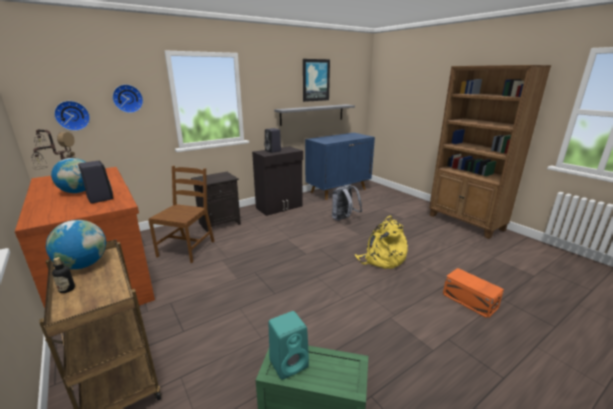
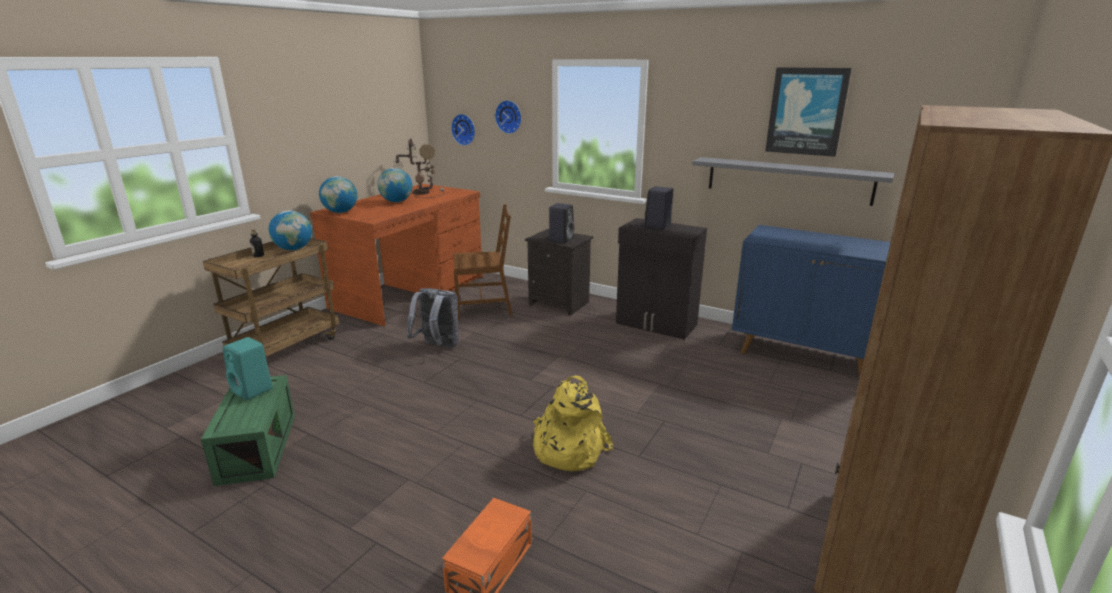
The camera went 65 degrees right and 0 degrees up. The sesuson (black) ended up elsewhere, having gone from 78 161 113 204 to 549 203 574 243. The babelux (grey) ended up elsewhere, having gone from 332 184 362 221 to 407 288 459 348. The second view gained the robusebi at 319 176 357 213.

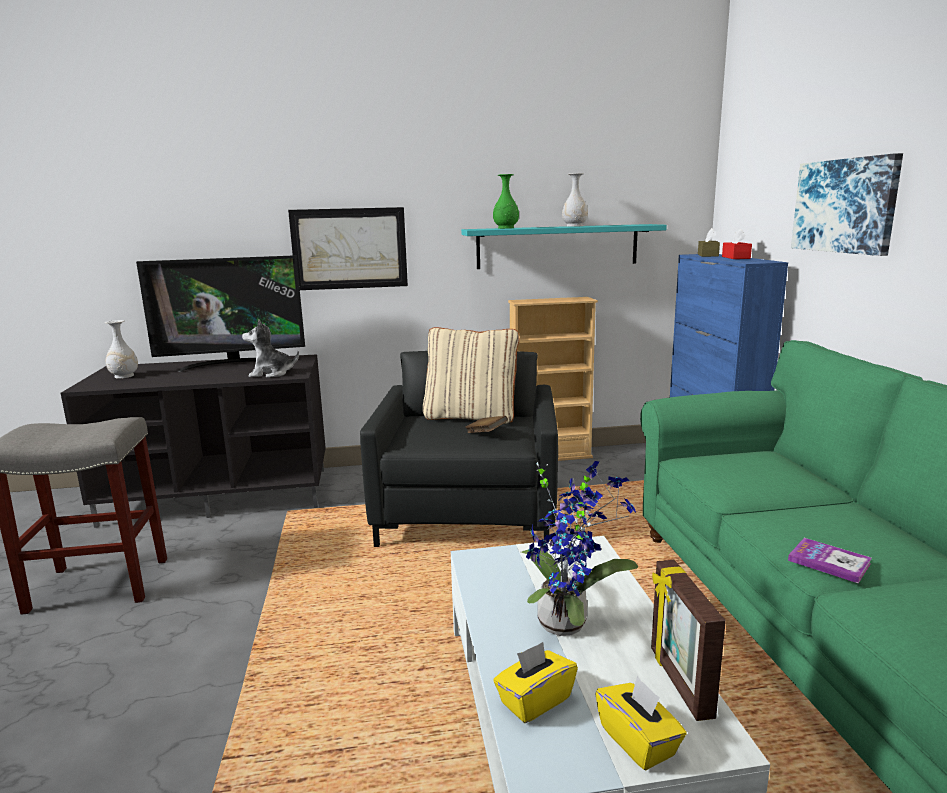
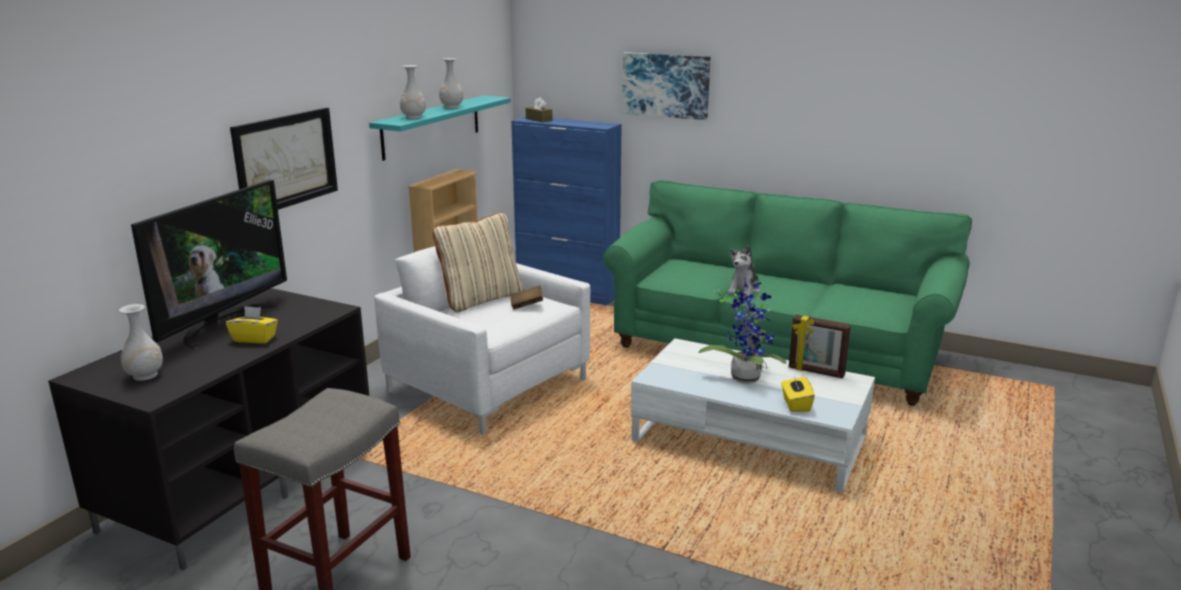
The camera went 55 degrees left and 5 degrees up. The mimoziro ended up elsewhere, having gone from 242 320 299 378 to 728 245 760 297. What was the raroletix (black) at 360 351 558 547 turned into the raroletix (white) at 374 246 590 435. What was the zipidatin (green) at 493 174 519 229 turned into the zipidatin (white) at 400 65 426 119. The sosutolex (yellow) ended up elsewhere, having gone from 595 676 687 770 to 226 306 278 344. The second view lost the sosutolex (red) at 722 229 752 259. The second view lost the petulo at 788 538 872 583.

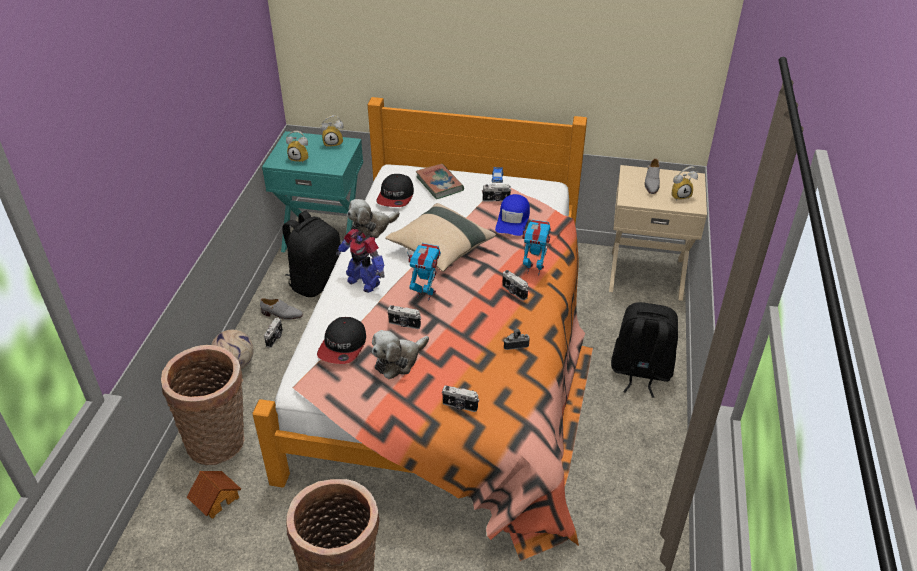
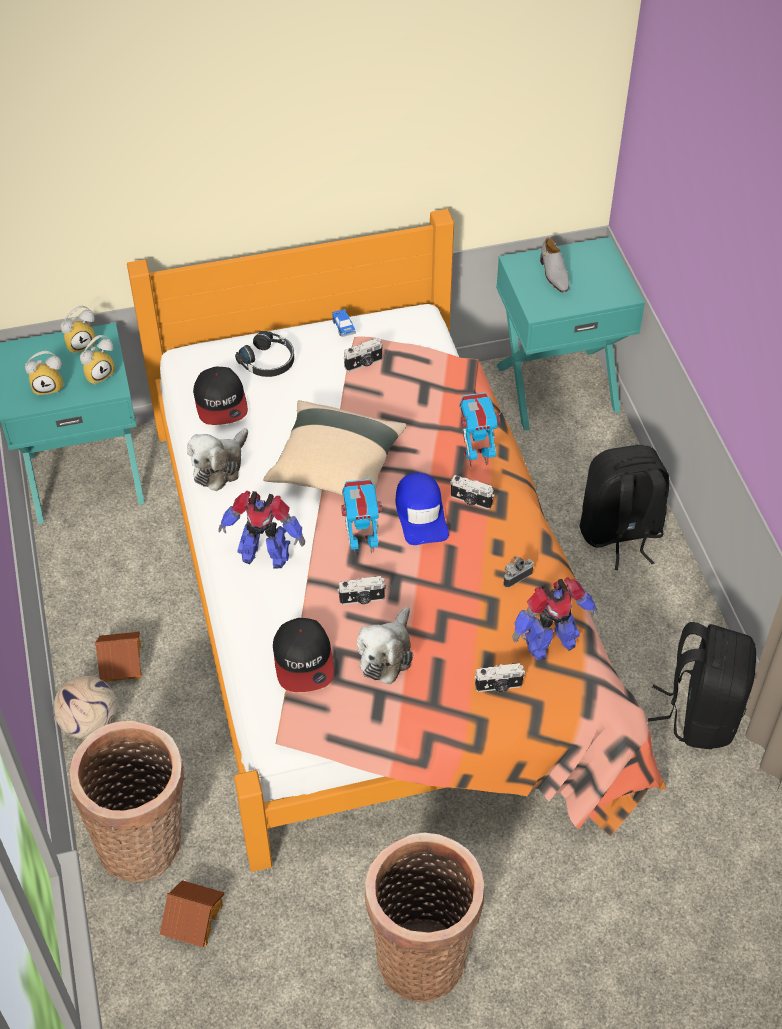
The camera went 25 degrees left and 10 degrees up. The second view lost the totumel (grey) at 260 298 303 320. Where the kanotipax stood at 264 318 283 348, the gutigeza came to stand at 95 631 142 682. The babelux (black) ended up elsewhere, having gone from 282 210 341 297 to 648 622 756 749. Where the petulo stood at 416 164 464 199, the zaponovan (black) came to stand at 235 331 294 377. The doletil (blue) ended up elsewhere, having gone from 495 194 530 236 to 396 473 449 545. What was the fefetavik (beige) at 609 165 707 301 turned into the fefetavik (turquoise) at 496 237 645 431. The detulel ended up elsewhere, having gone from 671 166 698 201 to 80 335 115 385. The second view gained the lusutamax at 512 577 598 660.

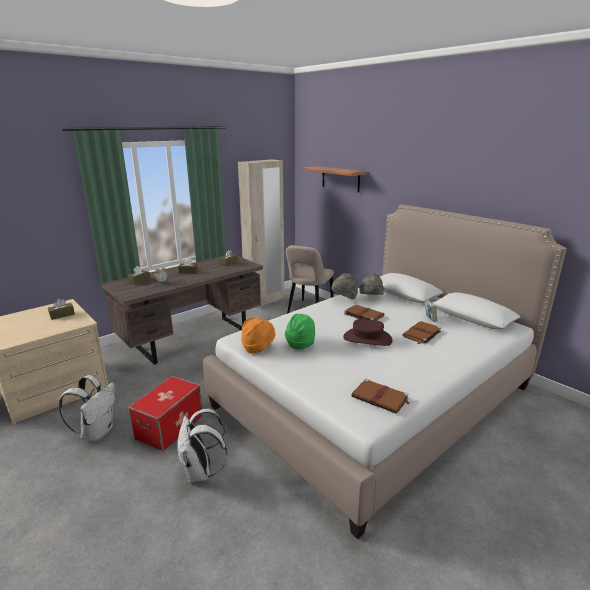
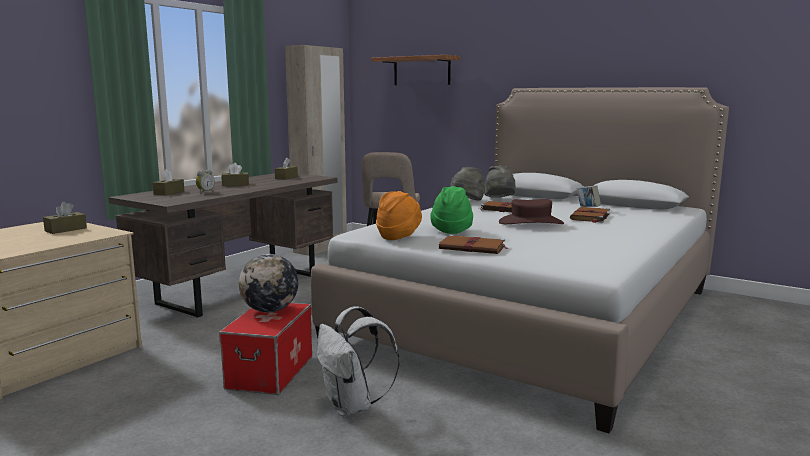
The camera went 15 degrees left and 10 degrees down. The second view lost the babelux (white) at 59 375 115 442. The petulo (brown) ended up elsewhere, having gone from 352 379 410 414 to 439 235 508 254. The second view gained the robusebi at 239 254 298 313.

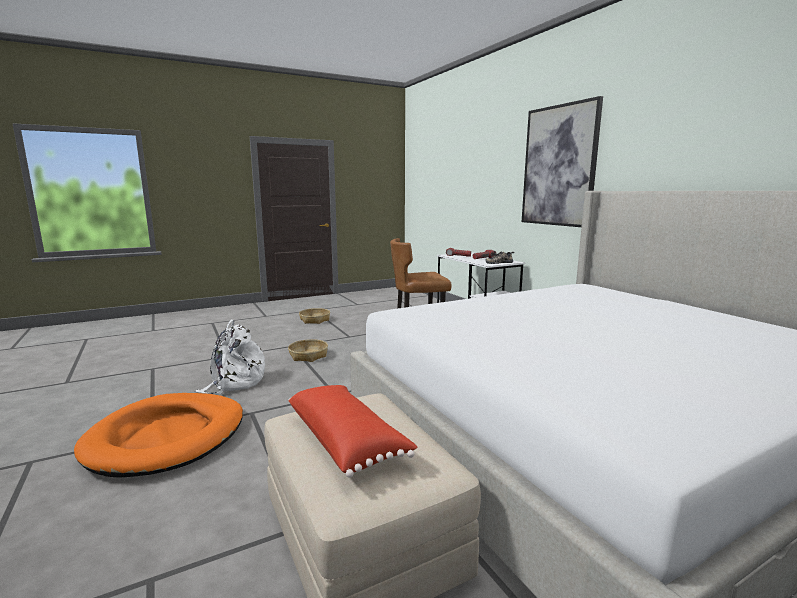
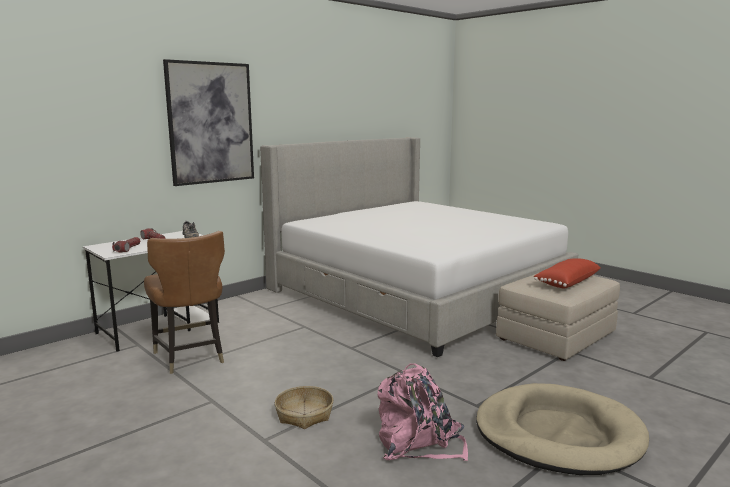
The camera went 105 degrees left and 0 degrees up. What was the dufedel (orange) at 74 393 243 478 turned into the dufedel (beige) at 476 383 649 475. What was the babelux (white) at 195 319 265 395 turned into the babelux (pink) at 378 363 468 461. The second view lost the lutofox at 299 308 330 324.

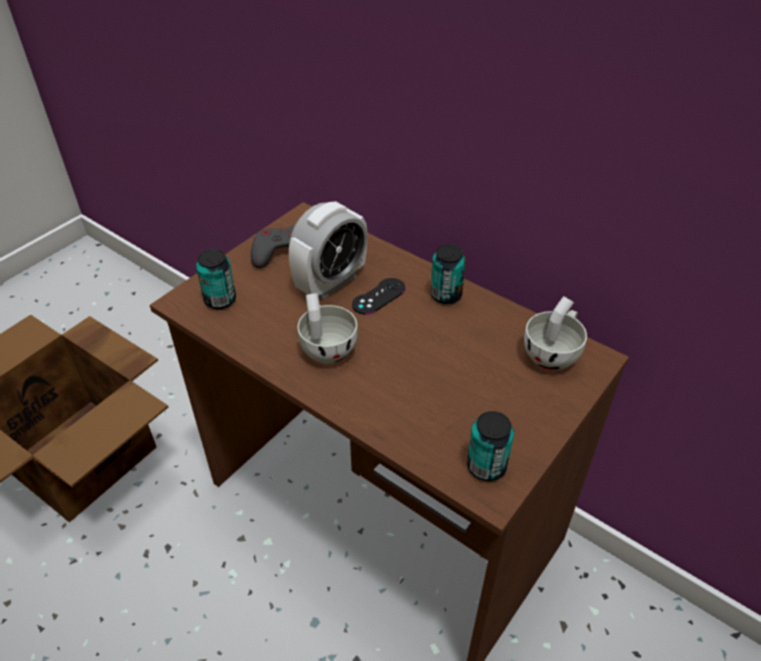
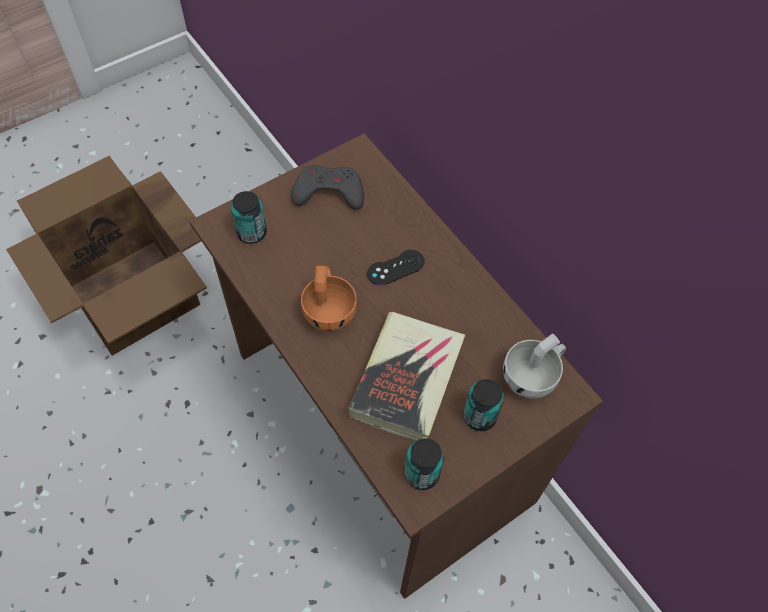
The camera went 15 degrees right and 15 degrees up. The second view lost the detulel at 289 201 367 300. What was the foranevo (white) at 298 293 358 363 turned into the foranevo (orange) at 301 266 357 332. The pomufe ended up elsewhere, having gone from 430 244 466 304 to 463 379 504 431. The second view gained the petulo at 348 312 465 440.

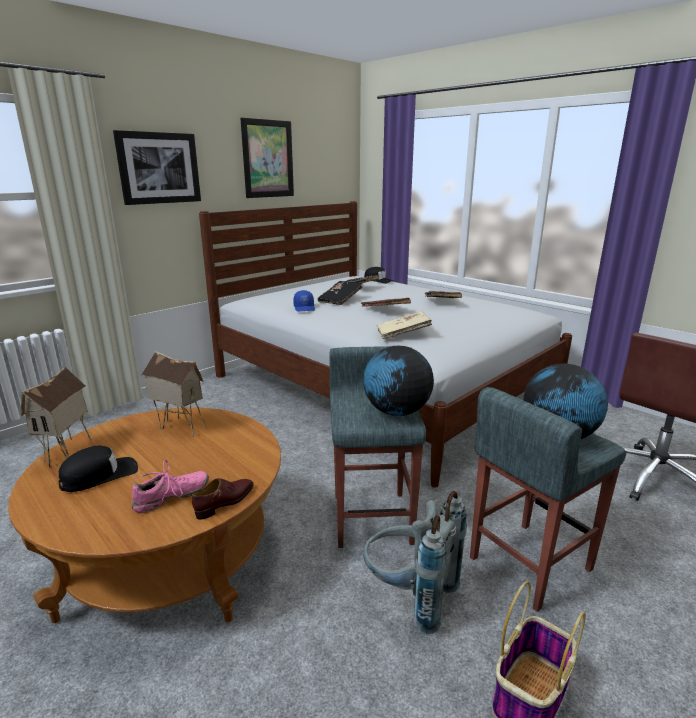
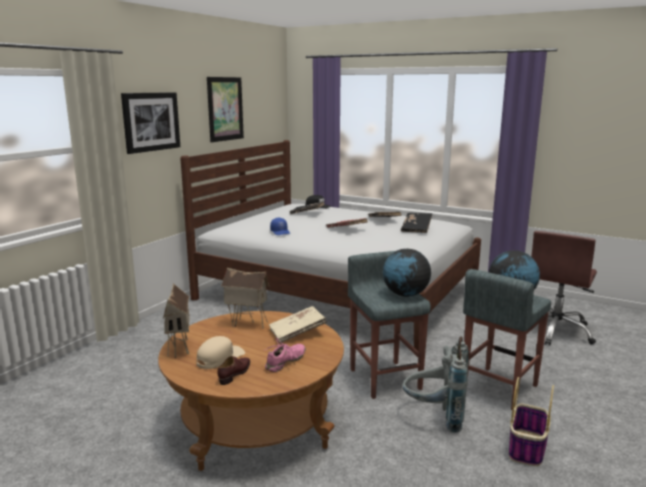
The camera went 15 degrees left and 5 degrees down. What was the doletil (black) at 59 446 138 492 turned into the doletil (beige) at 196 336 245 369. The totumel (brown) ended up elsewhere, having gone from 192 478 254 520 to 217 356 250 385. The petulo (black) ended up elsewhere, having gone from 318 281 363 305 to 401 213 432 233. The petulo (beige) ended up elsewhere, having gone from 377 311 432 339 to 269 306 327 343.

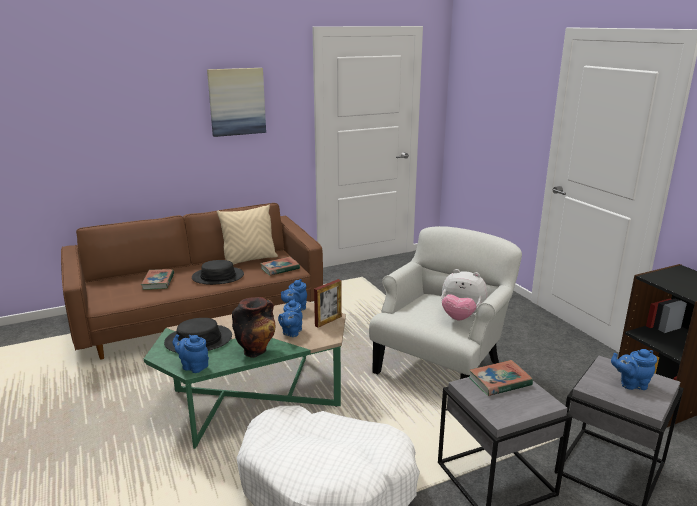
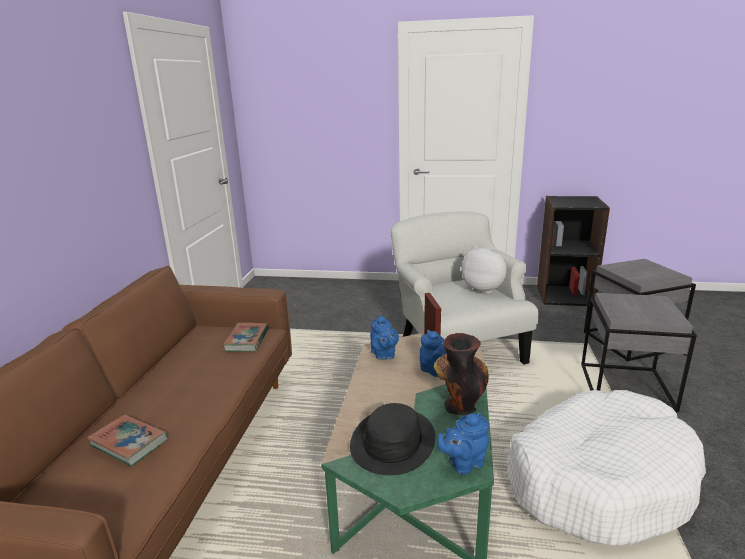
The camera went 55 degrees left and 0 degrees up. The second view lost the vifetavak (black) at 192 260 244 285. The second view lost the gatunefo at 207 68 266 137. The second view lost the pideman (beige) at 217 205 278 265. The mimoziro at 441 269 488 320 ended up facing another way, 120 degrees counterclockwise from before. The second view lost the petulo at 469 360 533 396. The second view lost the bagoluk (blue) at 611 349 657 390.

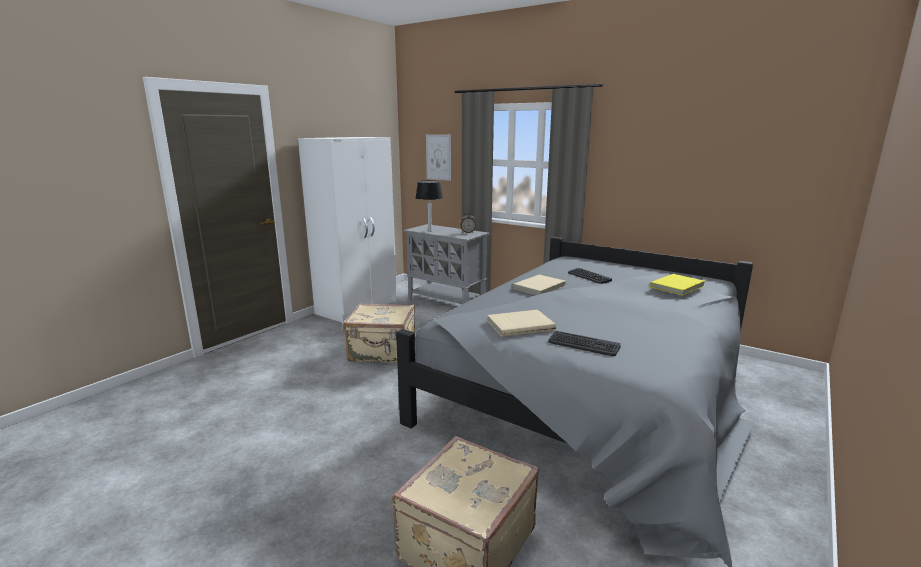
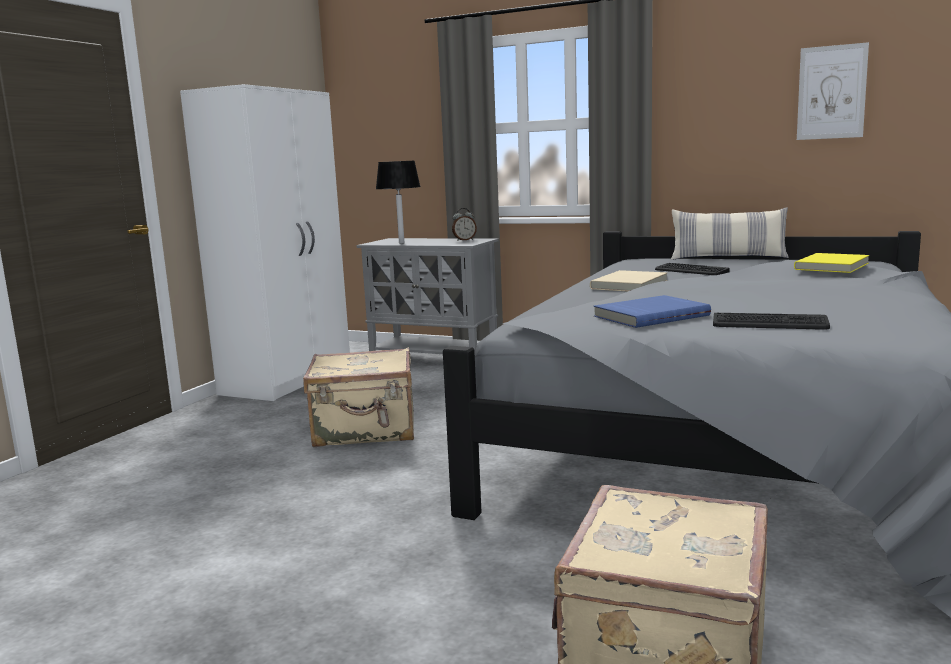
The camera went 10 degrees left and 5 degrees down. The gatunefo ended up elsewhere, having gone from 426 134 451 181 to 797 42 869 140. What was the petulo (beige) at 487 310 556 337 turned into the petulo (blue) at 594 295 711 328. The second view gained the pideman at 671 207 789 260.

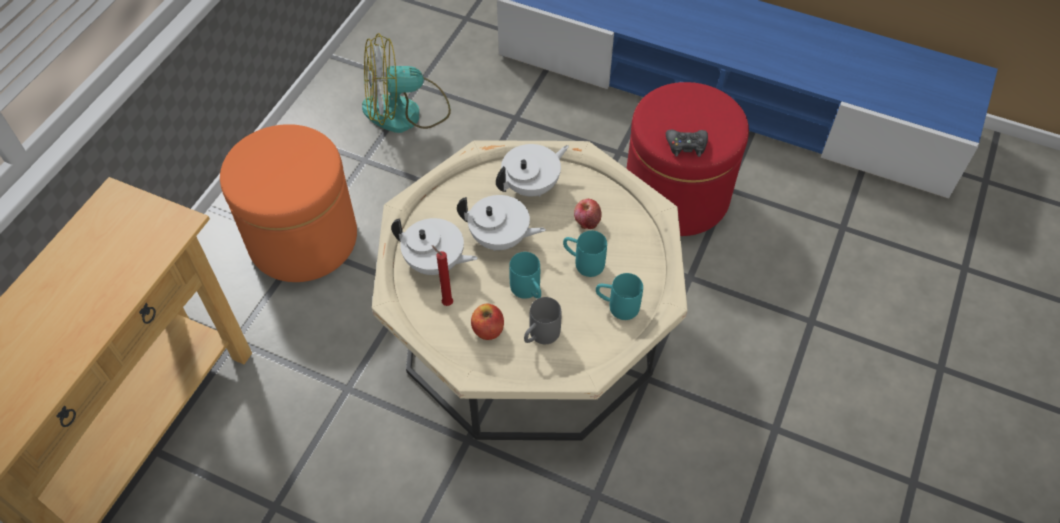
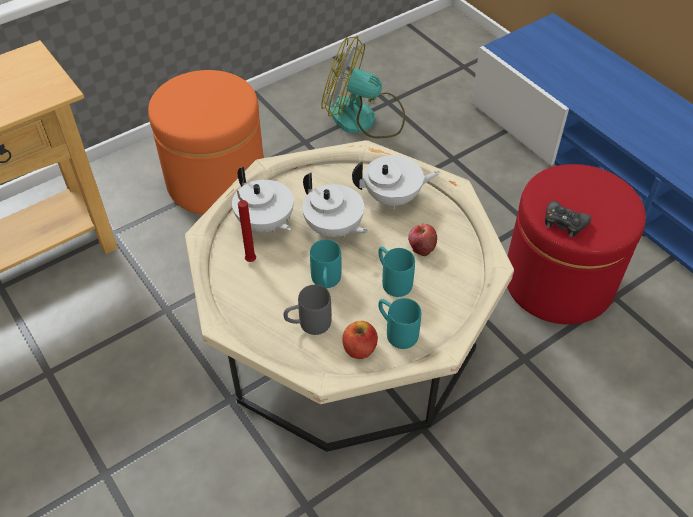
The camera went 30 degrees right and 5 degrees down. The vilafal ended up elsewhere, having gone from 471 304 504 340 to 342 321 378 359.

